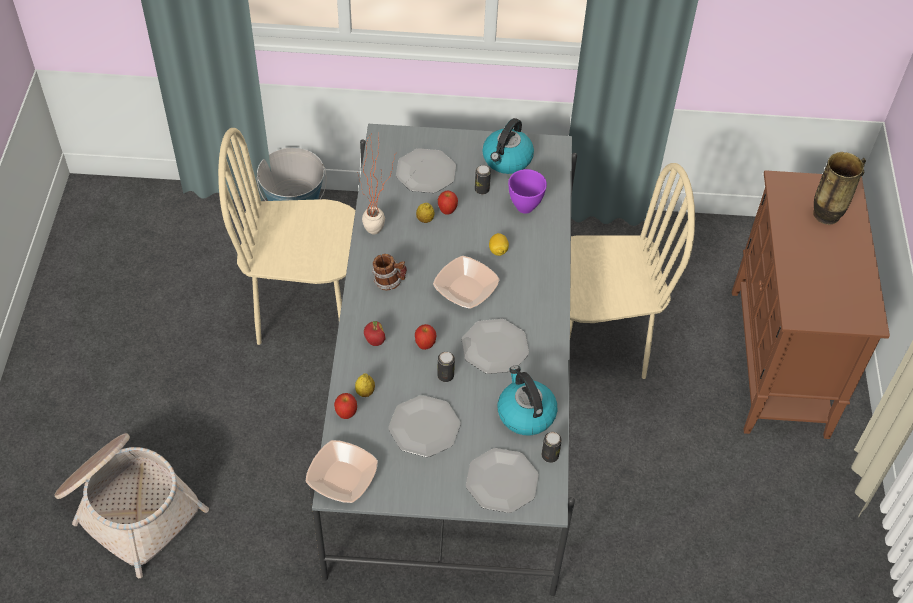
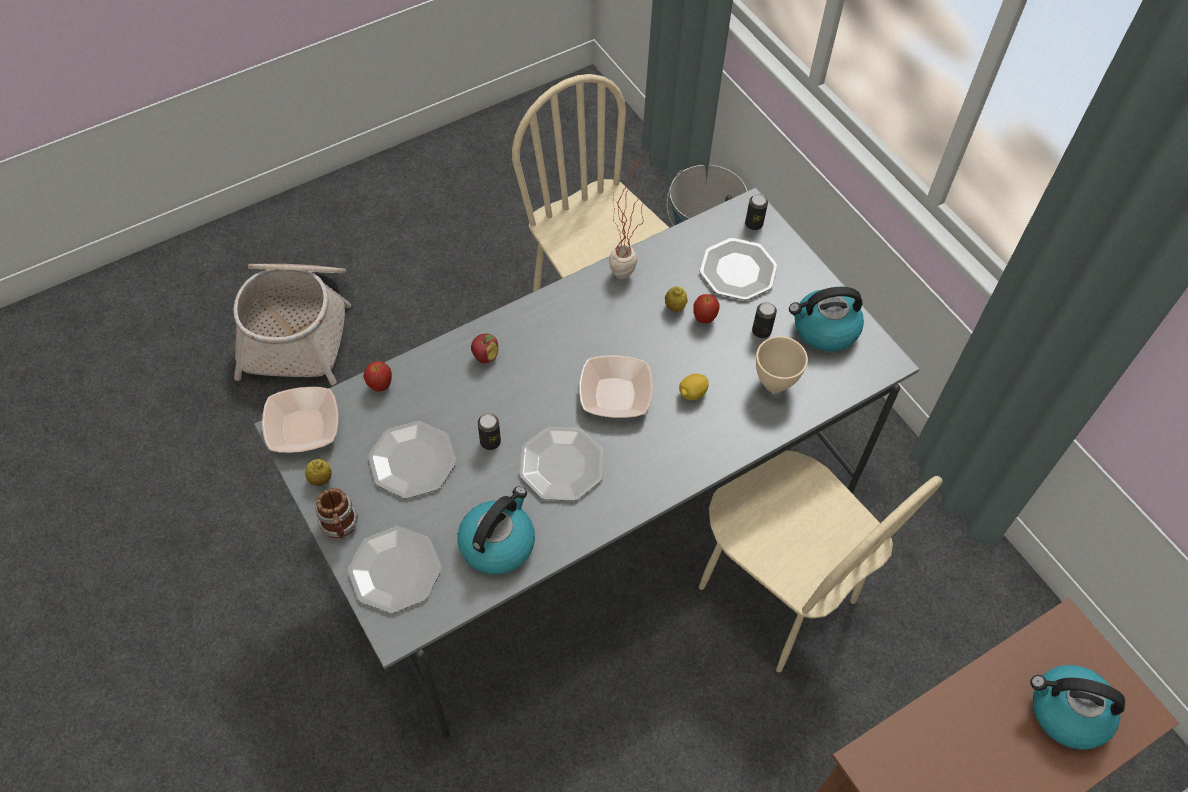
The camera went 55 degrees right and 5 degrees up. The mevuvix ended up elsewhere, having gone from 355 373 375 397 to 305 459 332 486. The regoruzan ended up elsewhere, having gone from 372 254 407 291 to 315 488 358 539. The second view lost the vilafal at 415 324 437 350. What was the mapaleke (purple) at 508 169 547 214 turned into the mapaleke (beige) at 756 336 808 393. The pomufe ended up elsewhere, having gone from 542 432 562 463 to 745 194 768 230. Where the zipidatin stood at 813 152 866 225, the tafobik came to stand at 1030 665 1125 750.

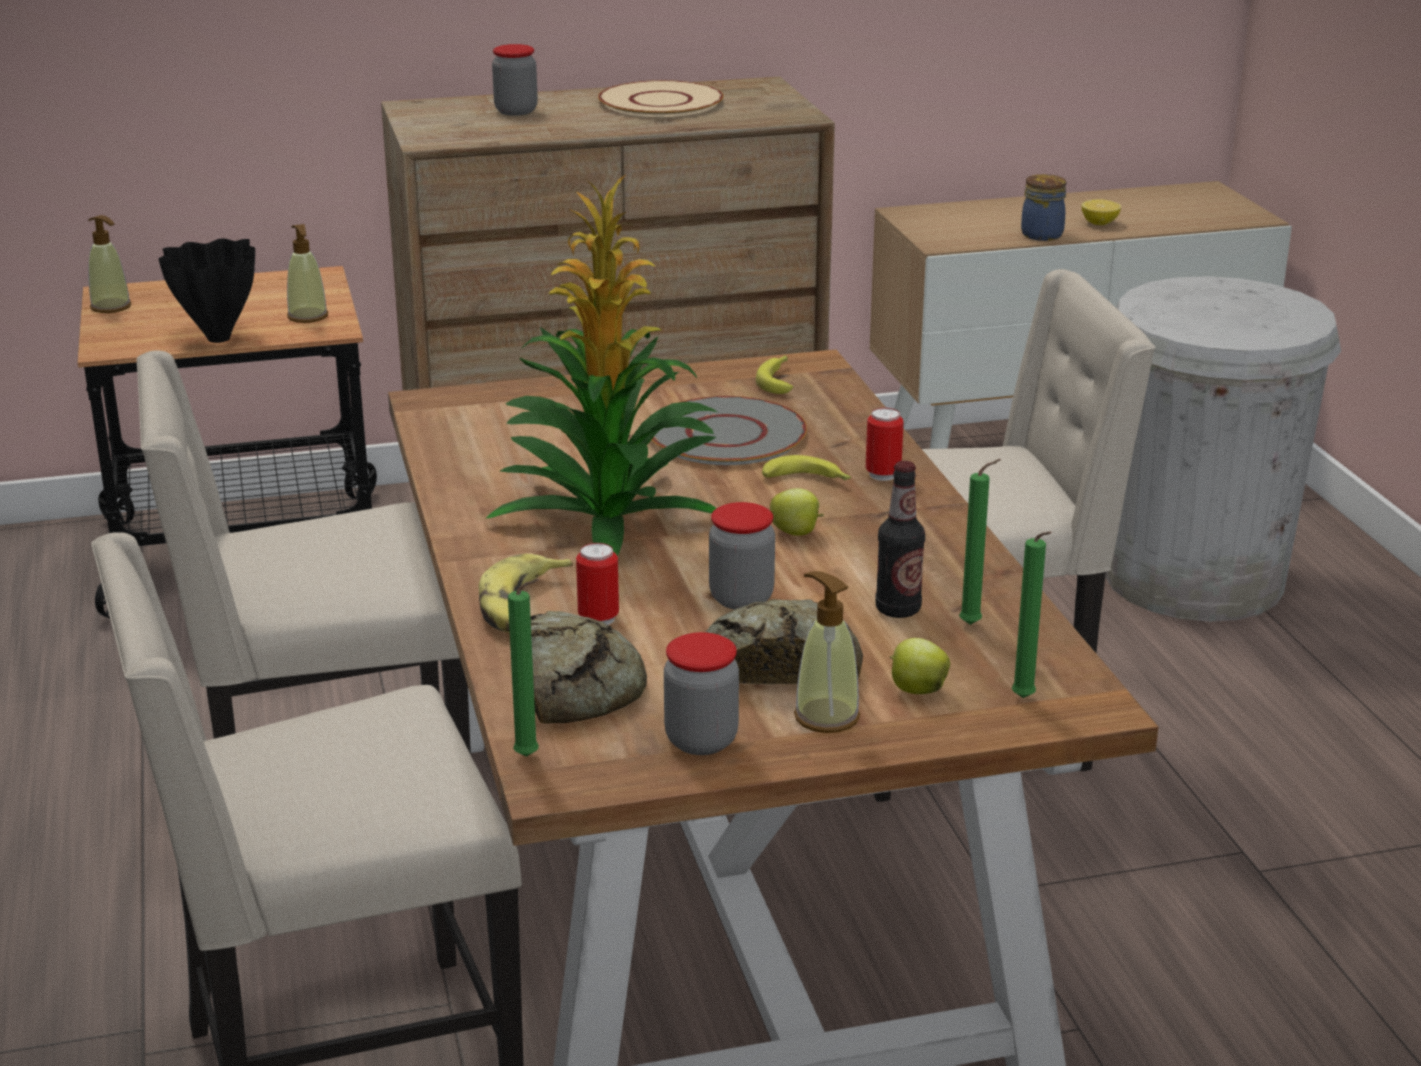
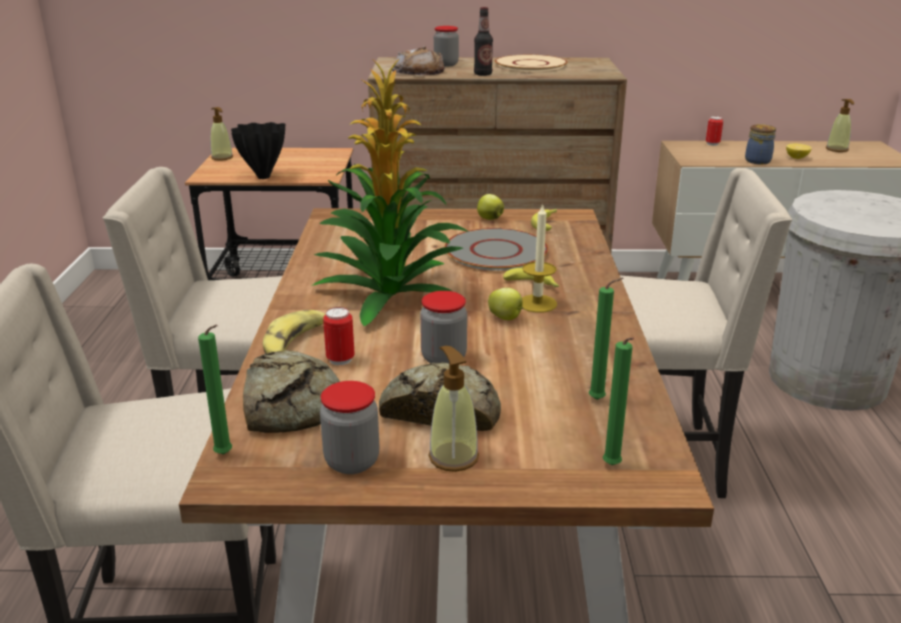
The camera went 15 degrees right and 0 degrees up. The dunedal ended up elsewhere, having gone from 287 224 328 323 to 826 99 854 152. The pomufe ended up elsewhere, having gone from 866 408 904 481 to 706 116 723 146. The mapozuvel ended up elsewhere, having gone from 875 461 925 618 to 474 7 493 76. The vilafal ended up elsewhere, having gone from 890 638 950 694 to 477 194 504 220. The second view gained the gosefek at 392 46 445 76. The second view gained the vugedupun at 522 203 557 313.

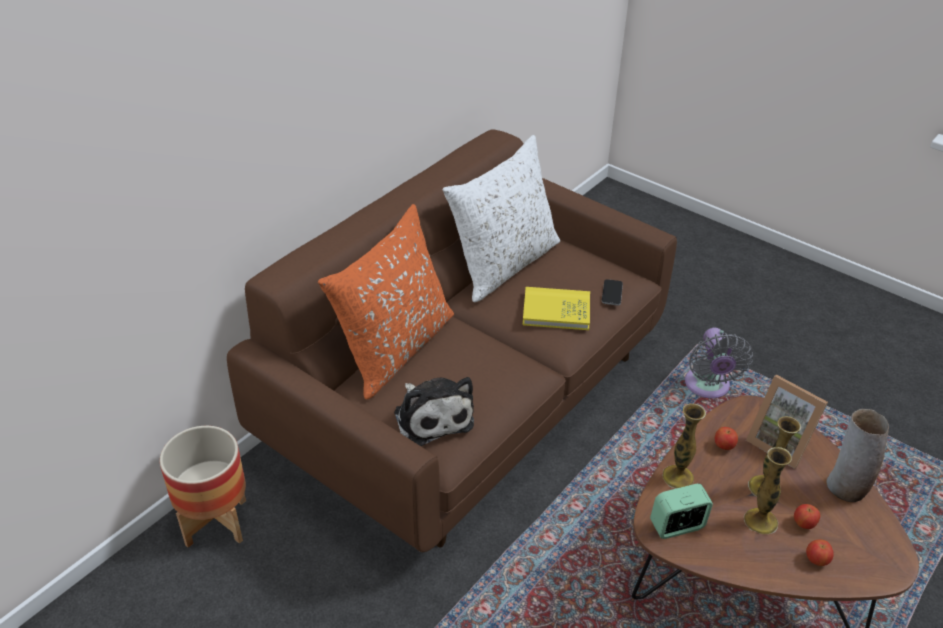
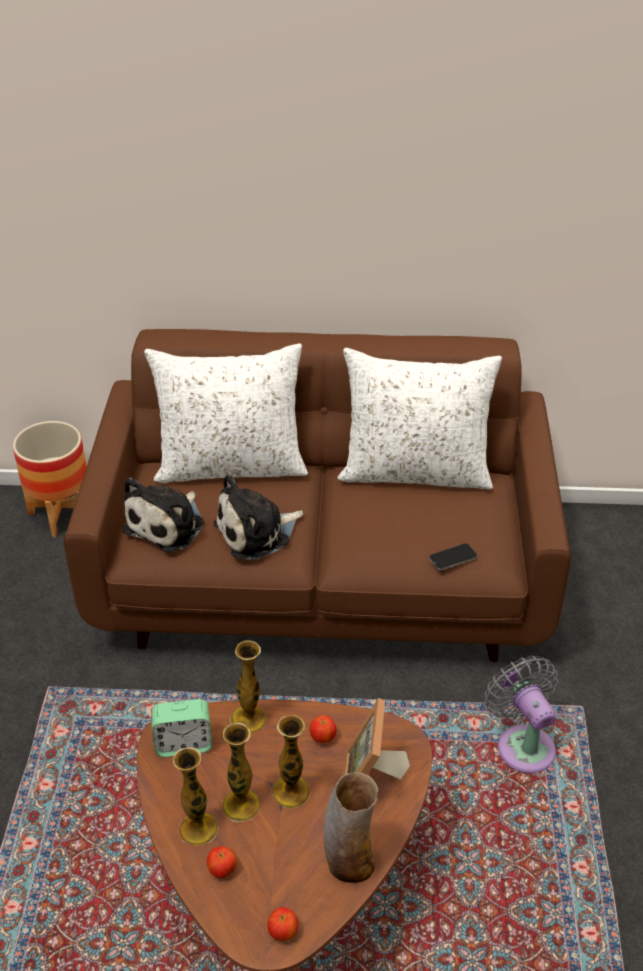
The camera went 55 degrees right and 0 degrees up. What was the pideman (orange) at 318 204 454 400 turned into the pideman (white) at 144 343 308 483. The second view lost the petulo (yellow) at 523 287 590 330. The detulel at 650 484 713 539 ended up facing another way, 135 degrees clockwise from before. The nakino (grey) at 685 328 753 398 ended up facing another way, 105 degrees clockwise from before. The vilafal ended up elsewhere, having gone from 794 504 820 529 to 268 907 298 941. The second view gained the zipidatin at 173 747 219 846. The second view gained the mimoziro at 213 474 303 560.

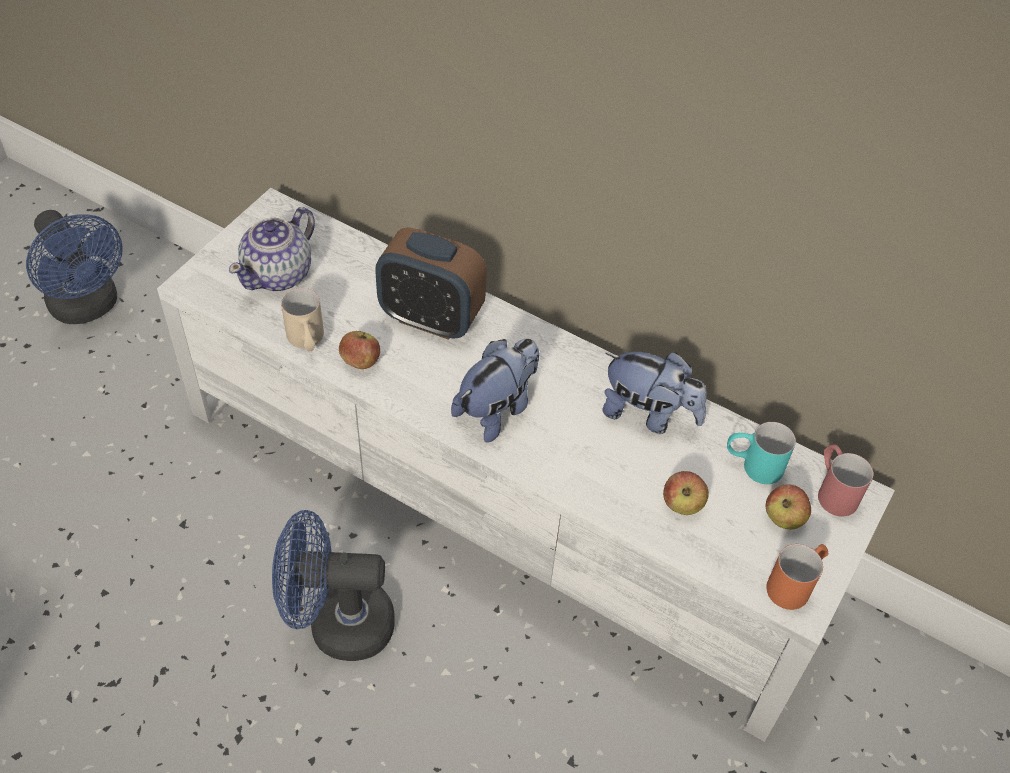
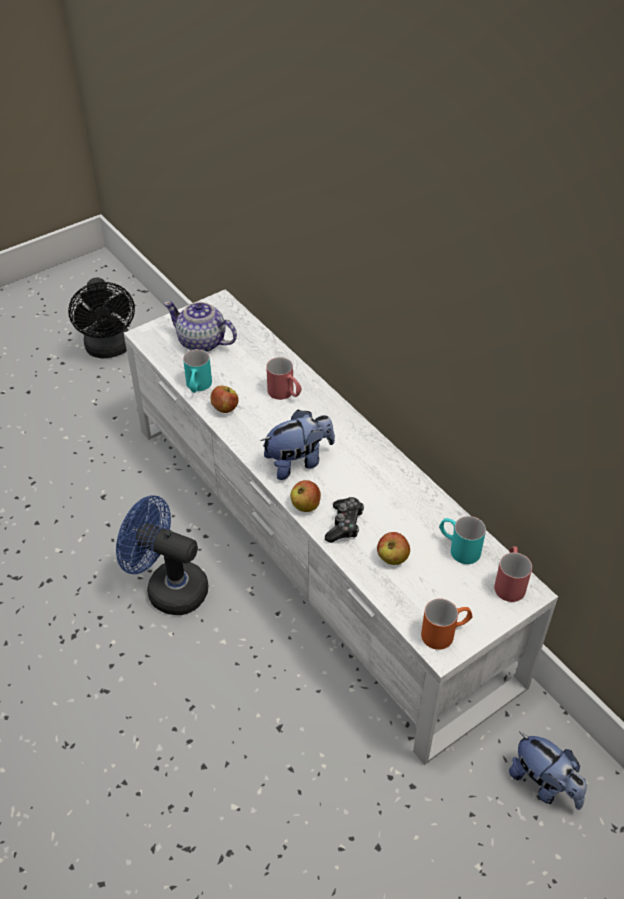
The camera went 25 degrees right and 5 degrees down. What was the nakino (blue) at 26 210 123 324 turned into the nakino (black) at 68 277 135 359. The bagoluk at 229 207 315 291 ended up facing another way, 60 degrees clockwise from before. What was the regoruzan (beige) at 281 288 324 352 turned into the regoruzan (turquoise) at 183 349 212 393. Where the detulel stood at 375 227 487 340, the regoruzan (red) came to stand at 266 357 302 400. The mimoziro ended up elsewhere, having gone from 602 352 707 434 to 509 732 587 810. The vilafal ended up elsewhere, having gone from 766 484 811 529 to 290 480 321 512. The second view gained the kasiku at 325 497 364 543.

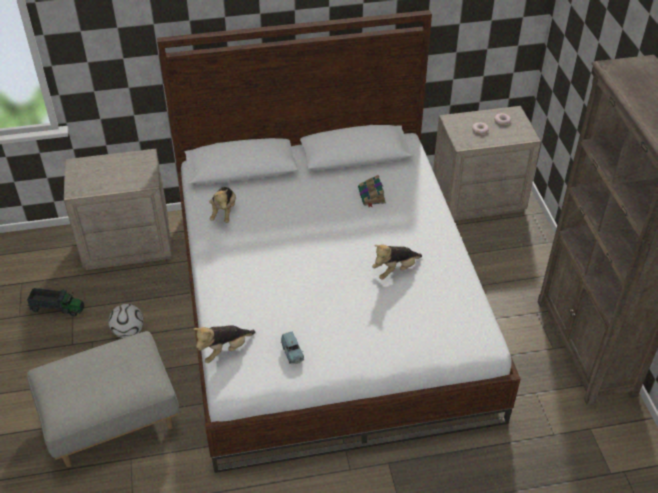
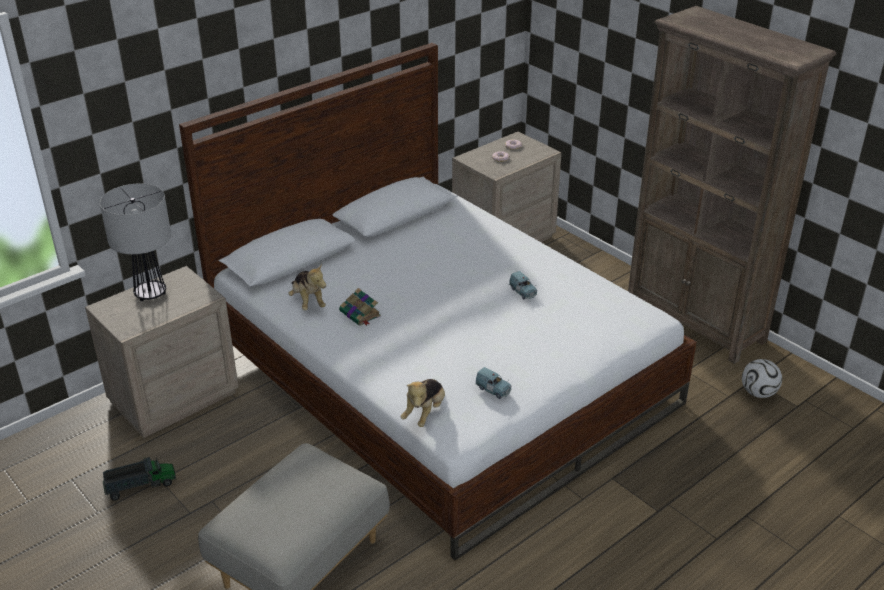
The camera went 30 degrees left and 10 degrees down. The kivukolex ended up elsewhere, having gone from 108 304 144 338 to 742 359 782 398. The petulo ended up elsewhere, having gone from 358 175 386 207 to 339 288 381 326. Where the mimoziro stood at 372 245 422 279, the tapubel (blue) came to stand at 509 271 537 299. The second view gained the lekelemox at 100 183 171 301.

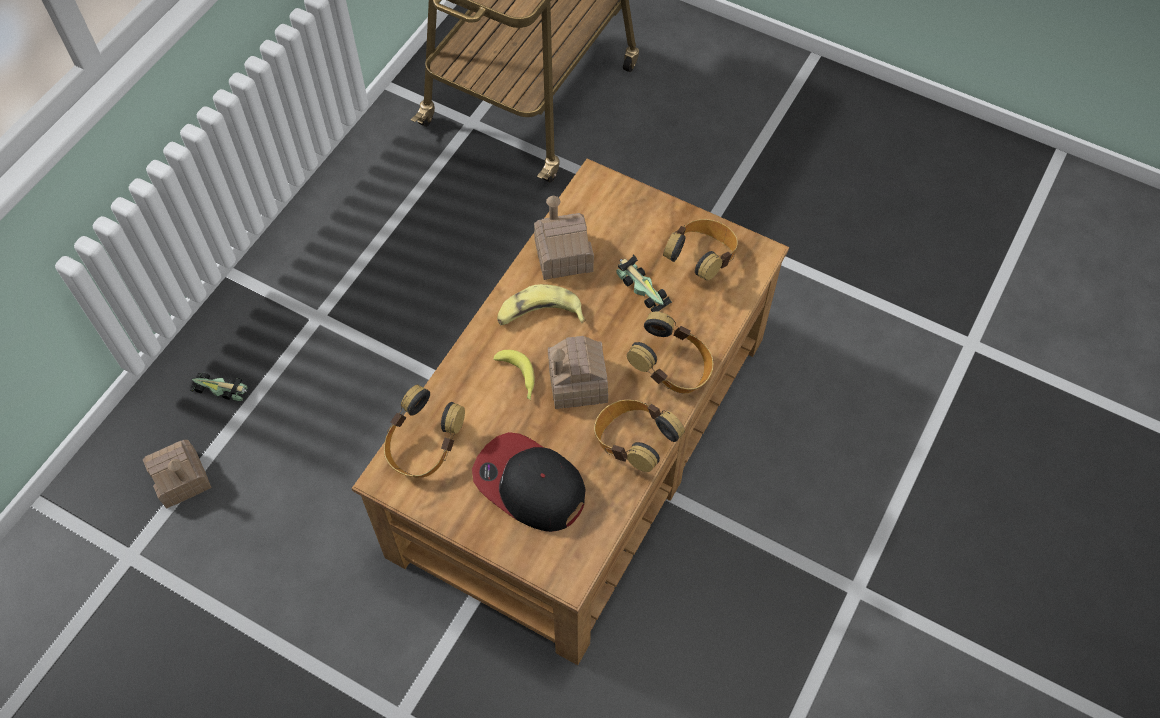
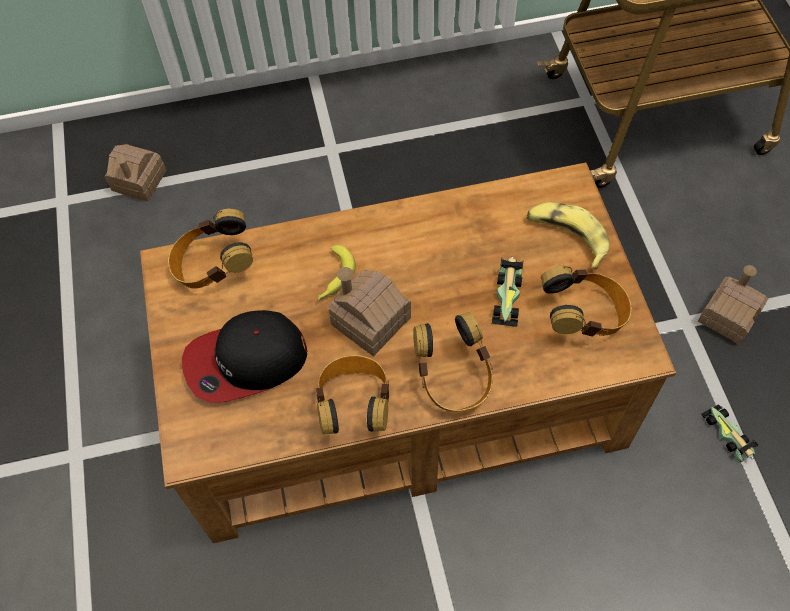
The camera went 50 degrees right and 0 degrees up. The tapubel ended up elsewhere, having gone from 189 373 248 401 to 701 404 758 462. The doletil at 472 432 586 532 ended up facing another way, 105 degrees counterclockwise from before. The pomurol ended up elsewhere, having gone from 497 284 586 325 to 527 202 609 270. The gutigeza ended up elsewhere, having gone from 534 195 594 280 to 698 265 768 345.

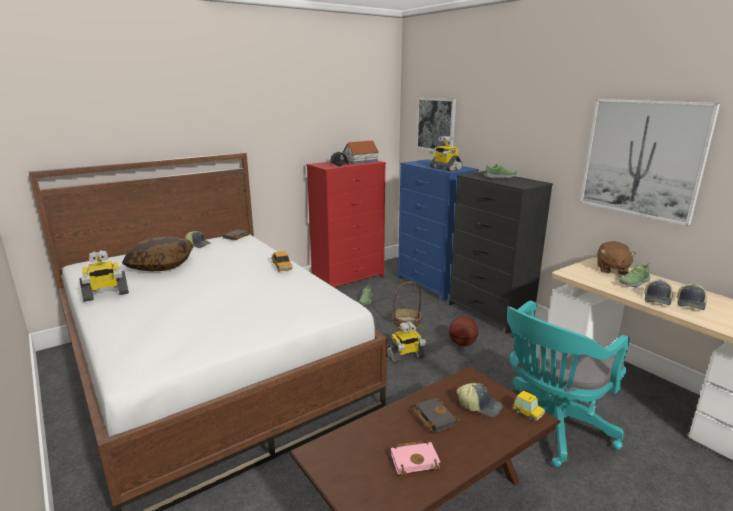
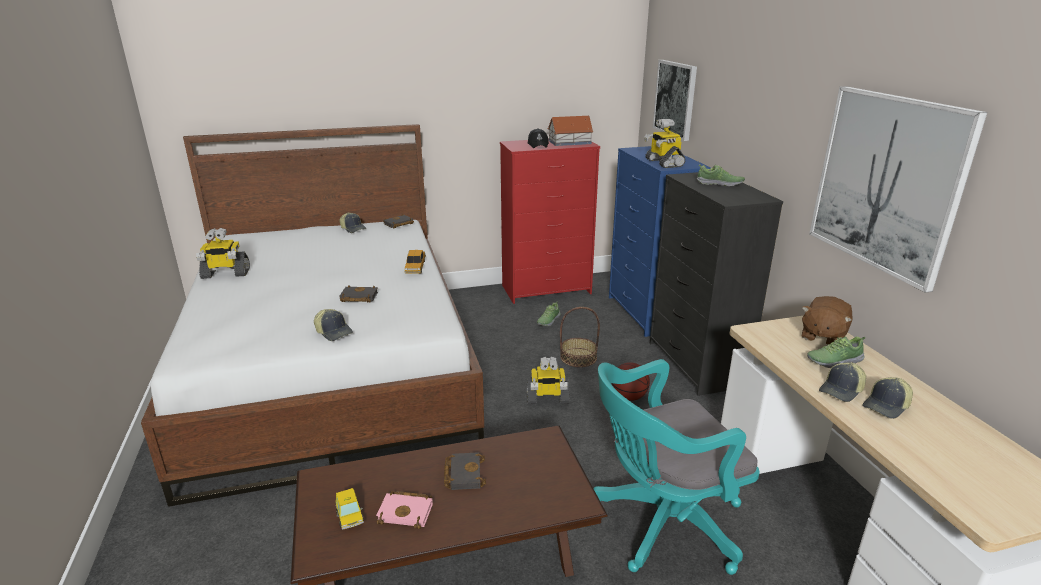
The camera went 20 degrees right and 5 degrees up. The second view lost the pideman at 122 236 194 271. The doletil ended up elsewhere, having gone from 457 383 503 417 to 314 309 353 341. The tapubel ended up elsewhere, having gone from 513 390 545 421 to 336 488 364 530. The second view gained the petulo (black) at 340 286 378 303.

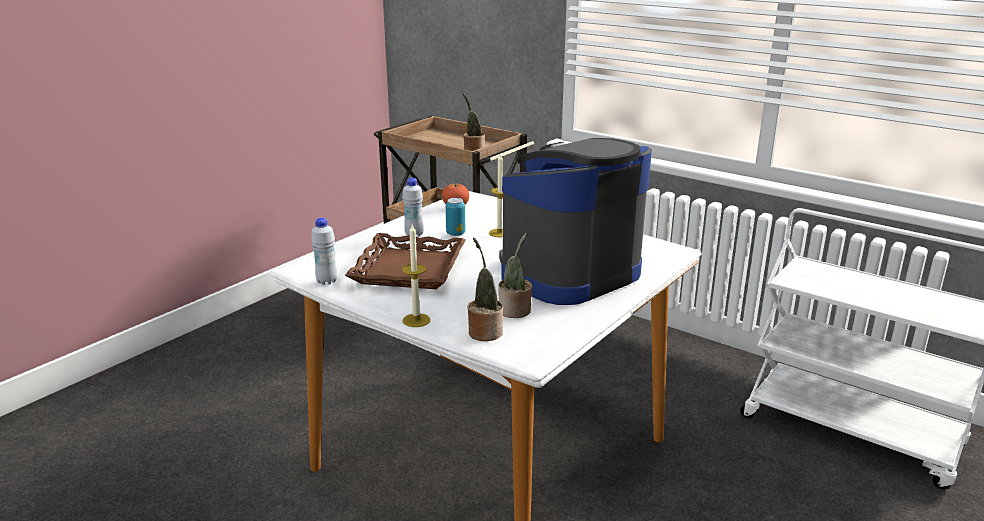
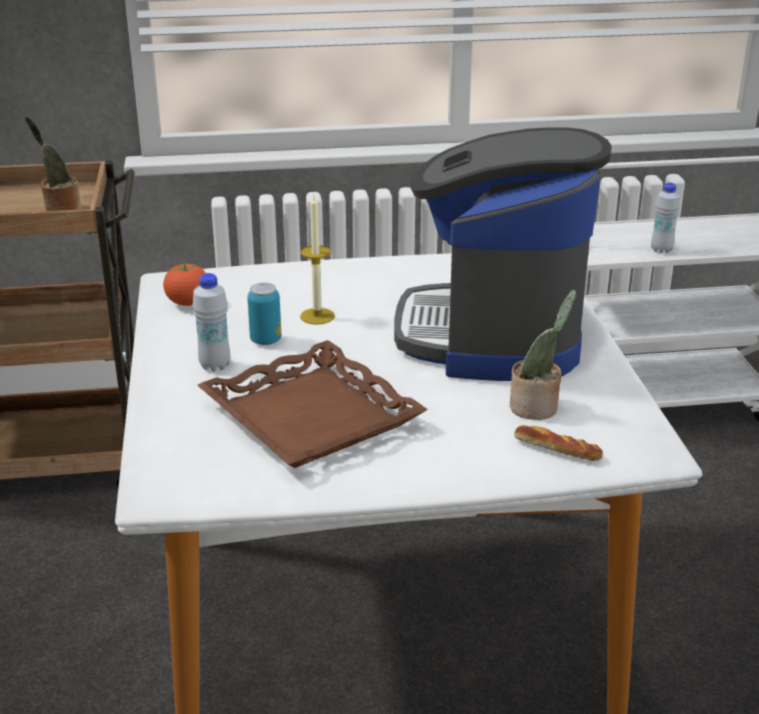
The camera went 45 degrees left and 5 degrees up. The mapozuvel (white) ended up elsewhere, having gone from 311 218 337 285 to 651 183 680 253. The second view lost the vugedupun at 402 225 430 327. Where the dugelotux stood at 467 237 503 341, the gosefek came to stand at 514 425 603 461.

